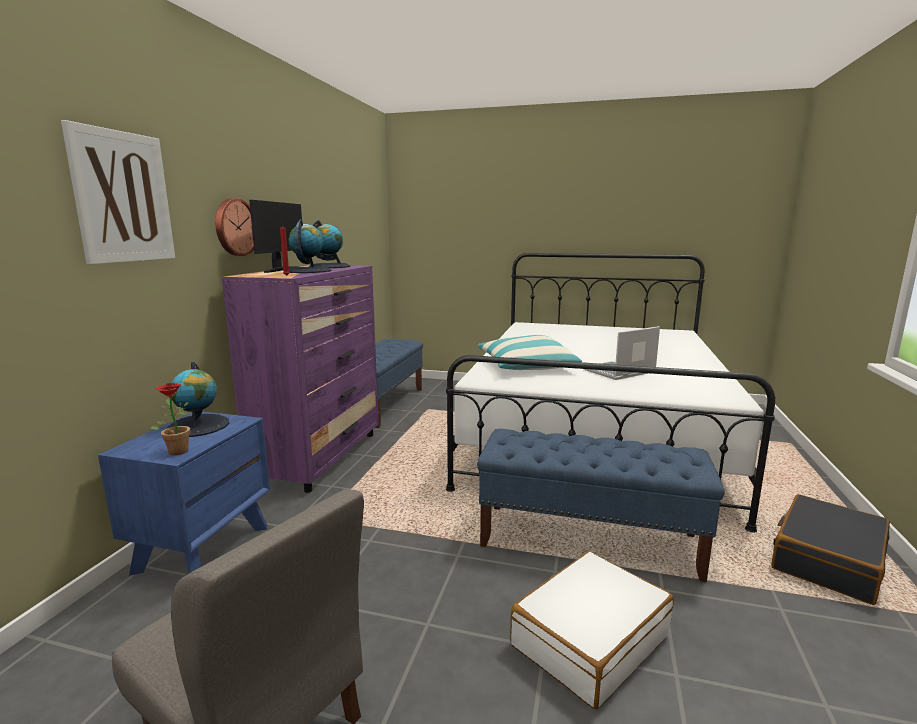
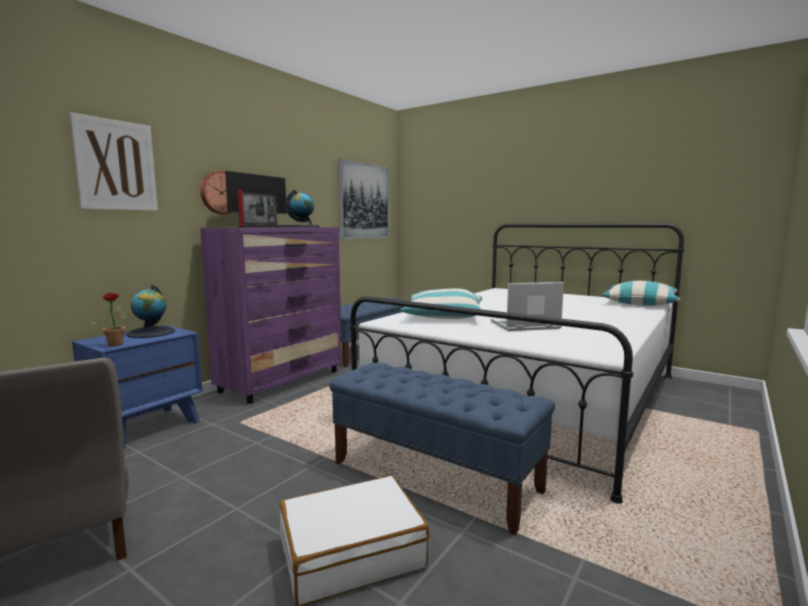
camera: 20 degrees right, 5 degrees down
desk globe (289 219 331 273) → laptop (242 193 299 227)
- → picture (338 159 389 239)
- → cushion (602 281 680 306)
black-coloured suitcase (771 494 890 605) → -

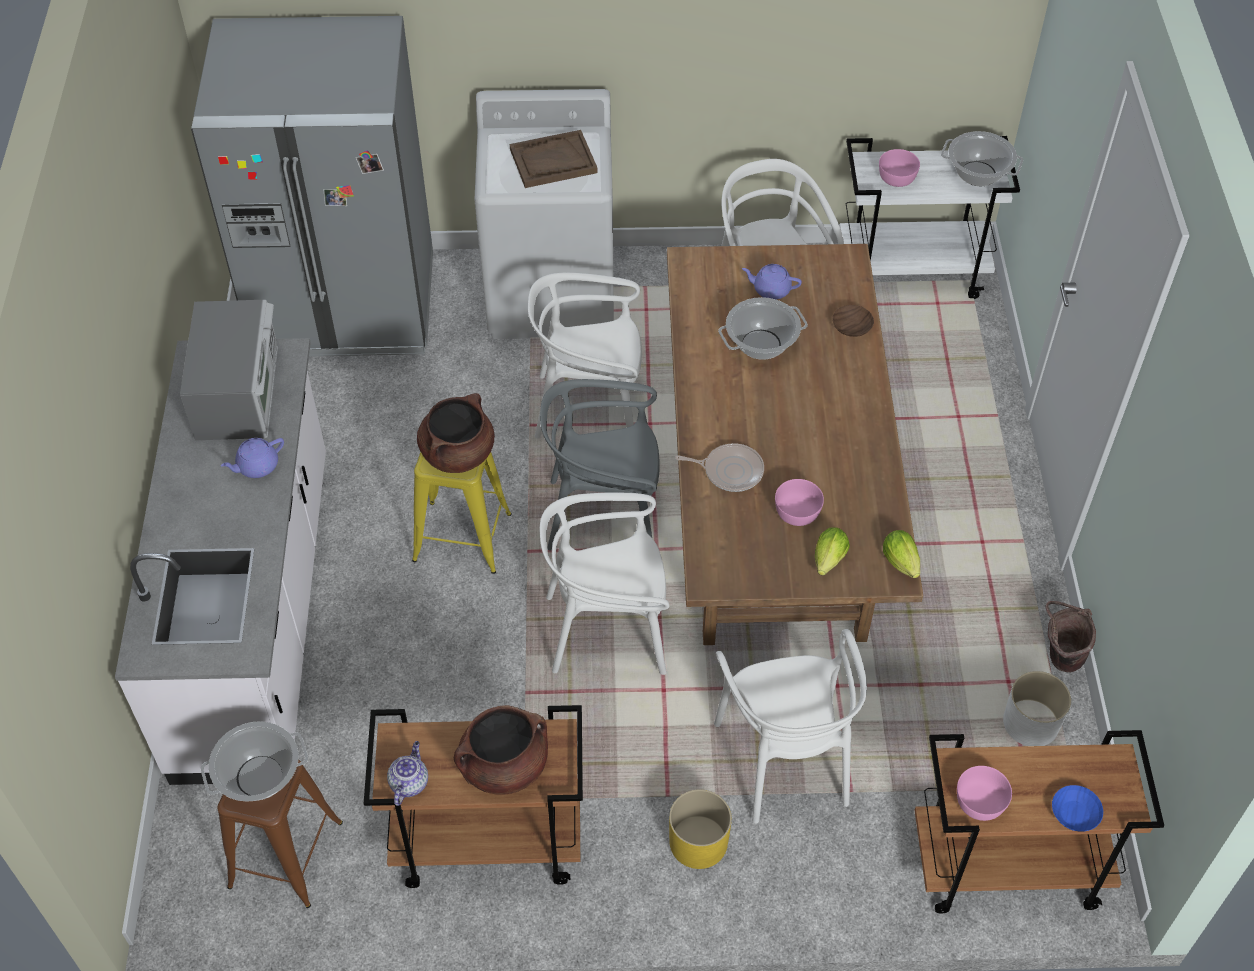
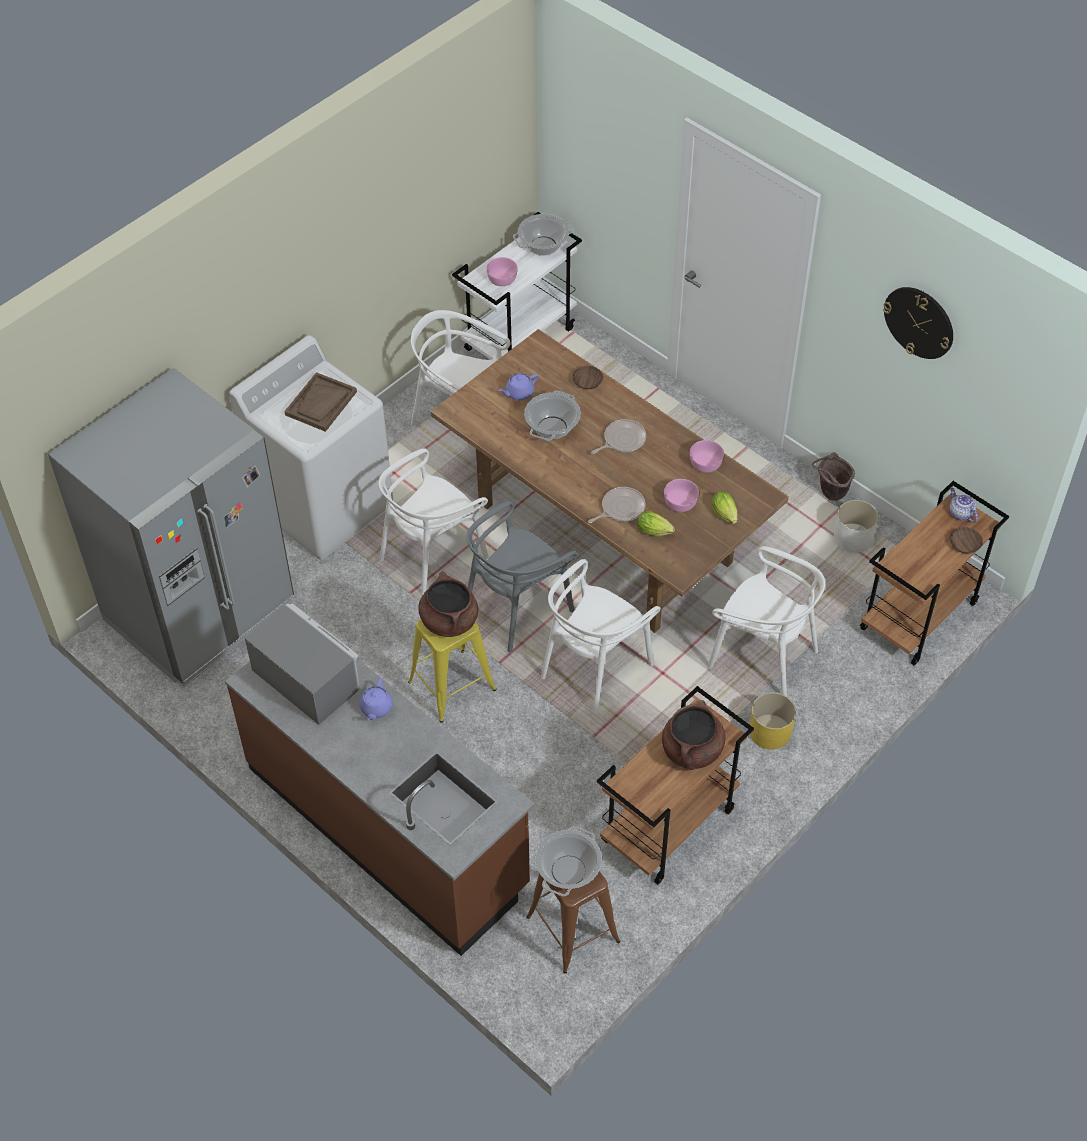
camera: 45 degrees left, 0 degrees up
white-coloured kitchen counter (115 338 326 785) → brown-coloured kitchen counter (225 629 535 956)
- → pan (591 419 646 454)
lettuce (883 530 920 578) → lettuce (637 511 675 536), relocated
pinkish serving bowl (957 766 1012 821) → pinkish serving bowl (690 440 724 473), relocated
- → hanging clock (883 287 953 359)
tea pot (387 741 428 806) → tea pot (949 488 978 523), relocated
blue serving bowl (1052 785 1103 831) → brown-coloured serving bowl (950 527 983 554)

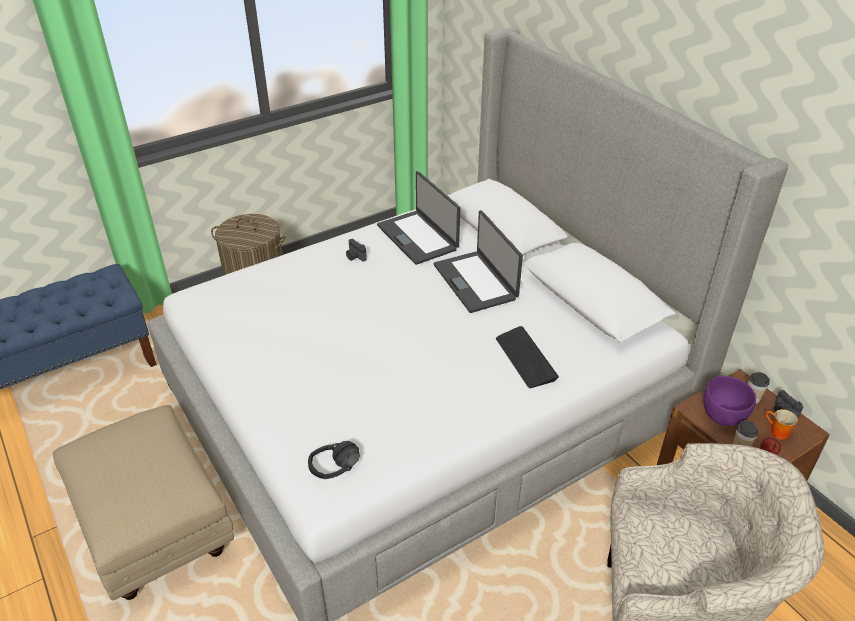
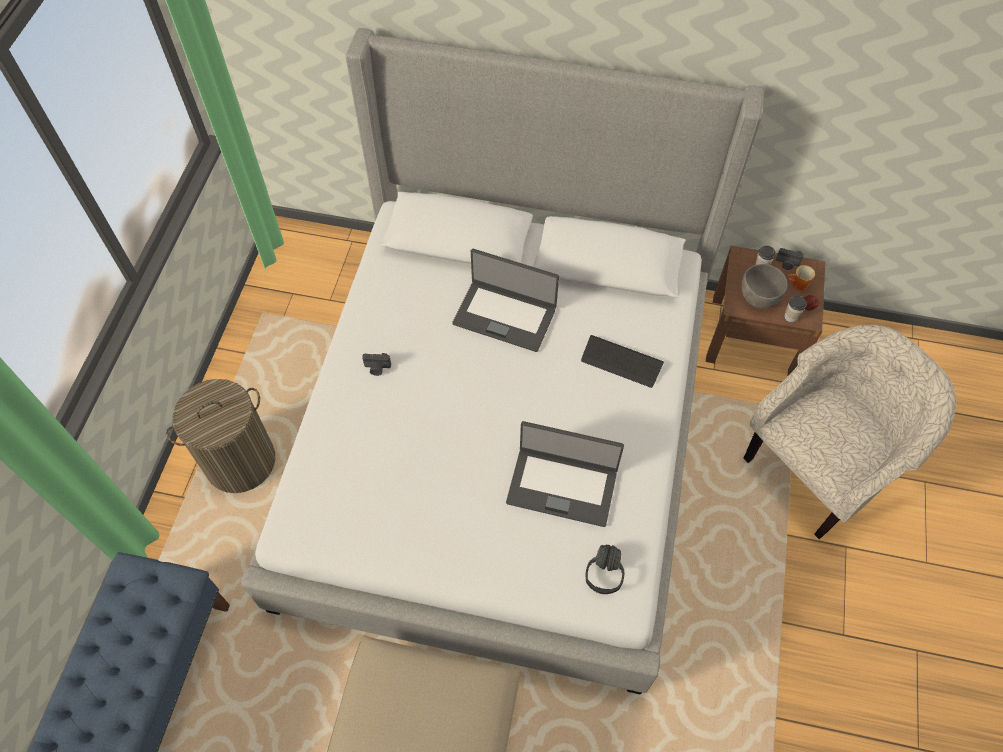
camera: 45 degrees left, 20 degrees up
laptop (377 171 460 265) → laptop (506 421 624 527), relocated
purple-coloured serving bowl (703 376 756 426) → gray serving bowl (741 264 788 308)

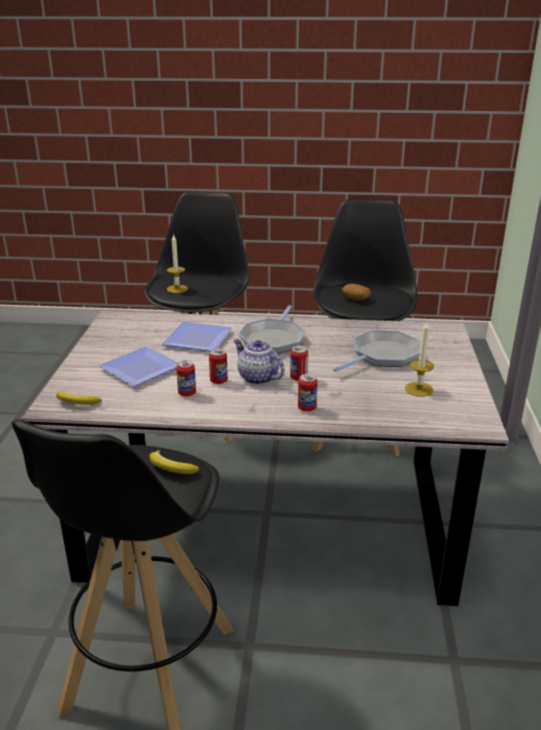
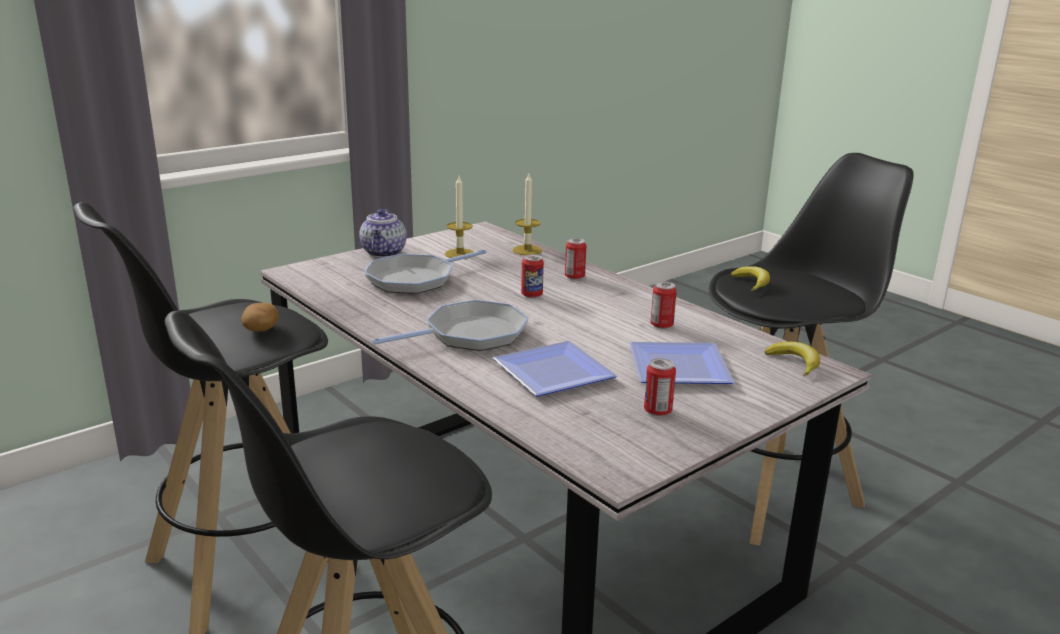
camera: 135 degrees left, 5 degrees down
tea pot (234 340 285 385) → tea pot (359 209 407 257), relocated
pan (333 330 421 372) → pan (364 250 486 294), 45 degrees counterclockwise
candle (167 234 188 293) → candle (513 174 542 255), relocated
can (209 349 228 384) → can (644 358 676 416), relocated

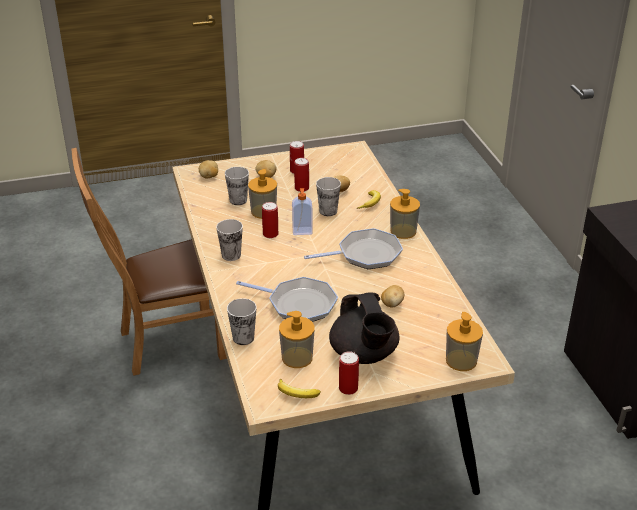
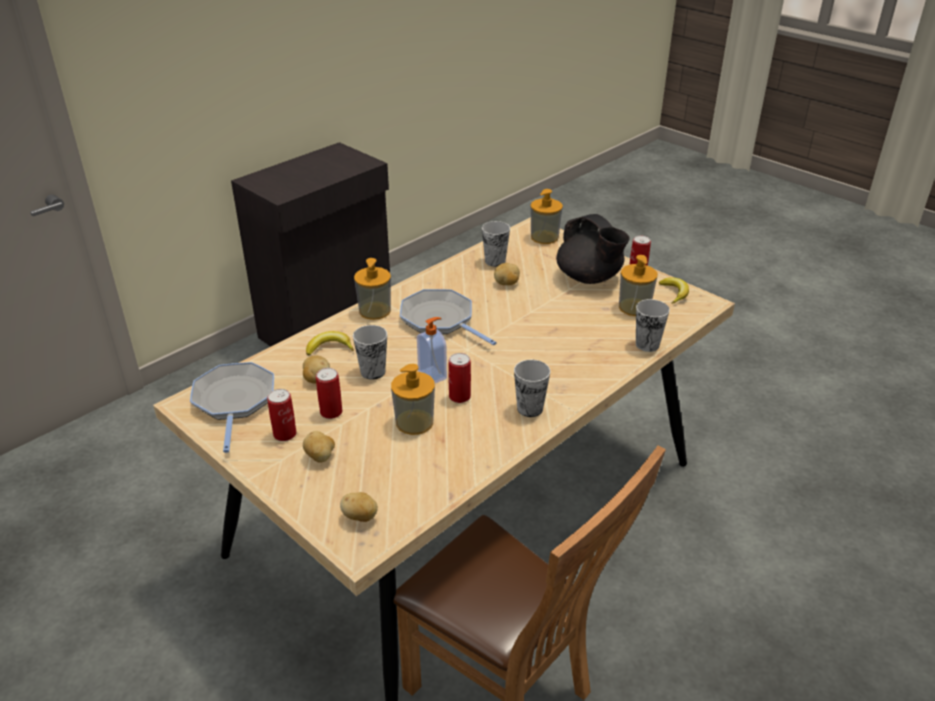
camera: 120 degrees left, 0 degrees up
pan (236 277 338 322) → pan (190 362 274 453), relocated
drinking cup (225 167 249 205) → drinking cup (482 221 510 267), relocated
black-coloured tea pot (329 292 400 364) → black-coloured tea pot (556 214 630 284), 105 degrees clockwise

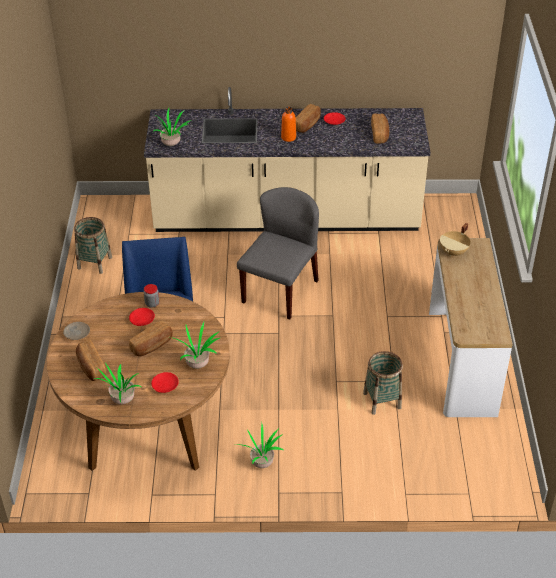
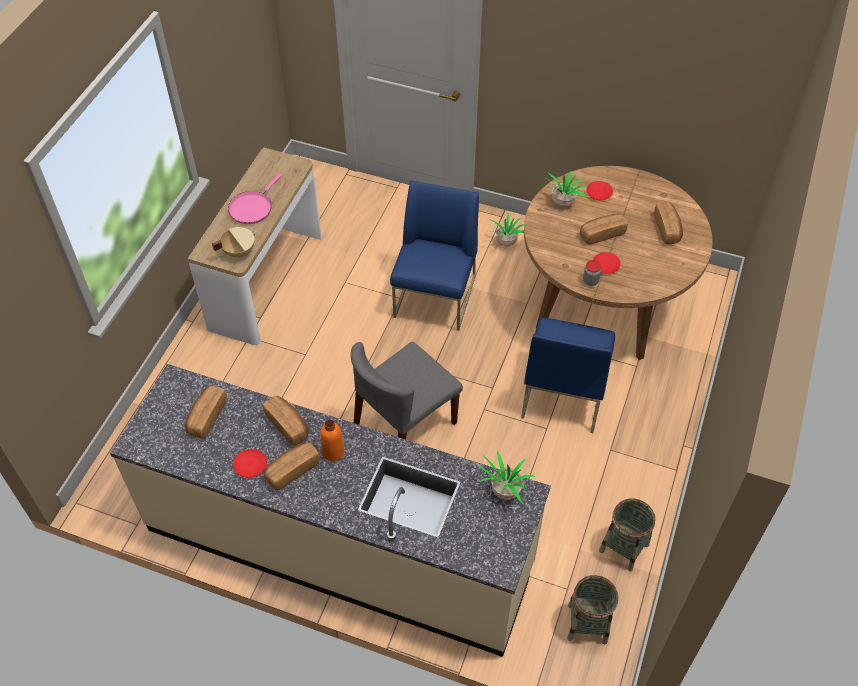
camera: 160 degrees left, 10 degrees up
- → pinkish pan (228 174 282 224)
- → bakery bread (263 396 309 446)
- → blue upright chair (390 180 479 331)
household basket (363 351 403 415) → household basket (567 575 619 644), relocated
beige-coloured dinner plate (63 322 90 340) → -
houseplant (94 363 142 404) → -

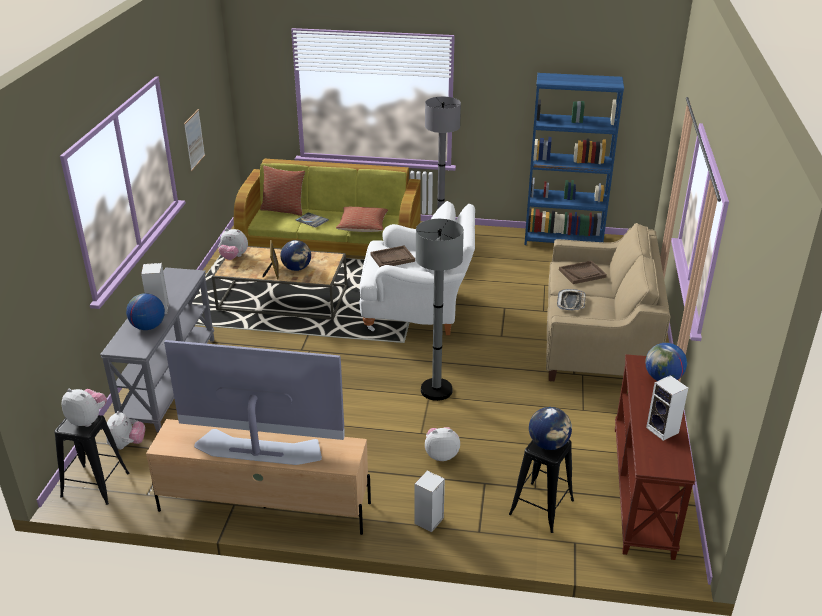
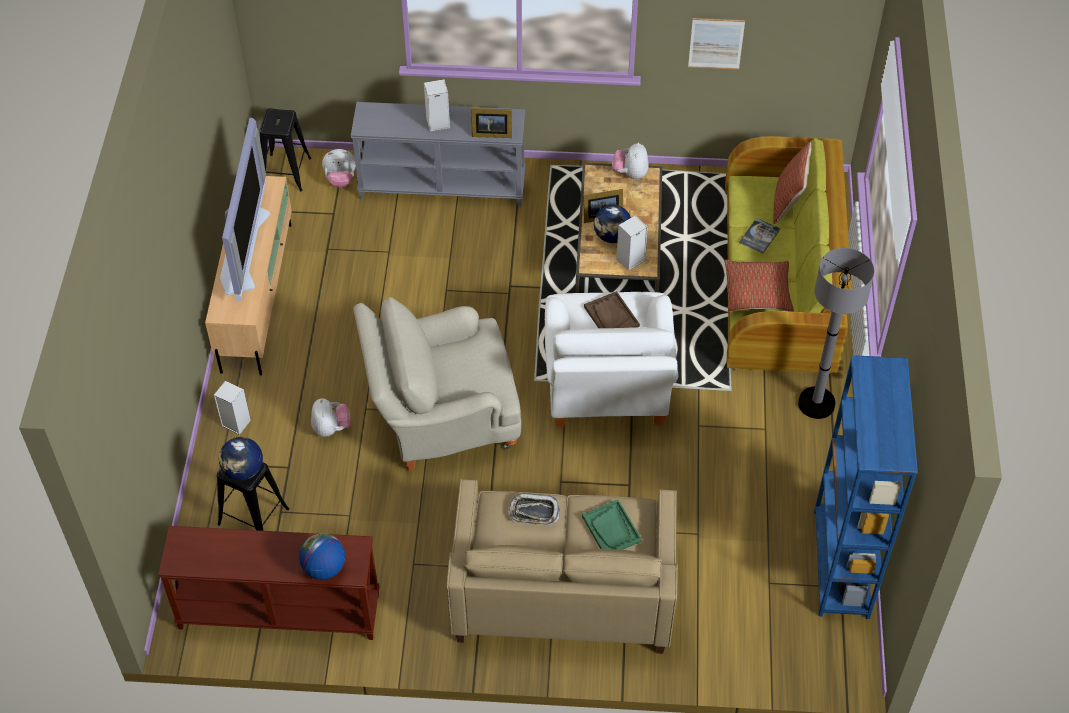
camera: 85 degrees right, 20 degrees up
gray standing lamp (416 219 464 401) → beige-coloured lounge chair (353 297 521 471)
- → standing frame (471 108 512 138)
brown-coloured serving tray (559 261 607 284) → greenish serving tray (582 500 642 550)
loudspeaker (646 375 688 441) → loudspeaker (616 216 648 271), relocated
soft toy (61 389 107 427) → -
desk globe (126 293 165 330) → -

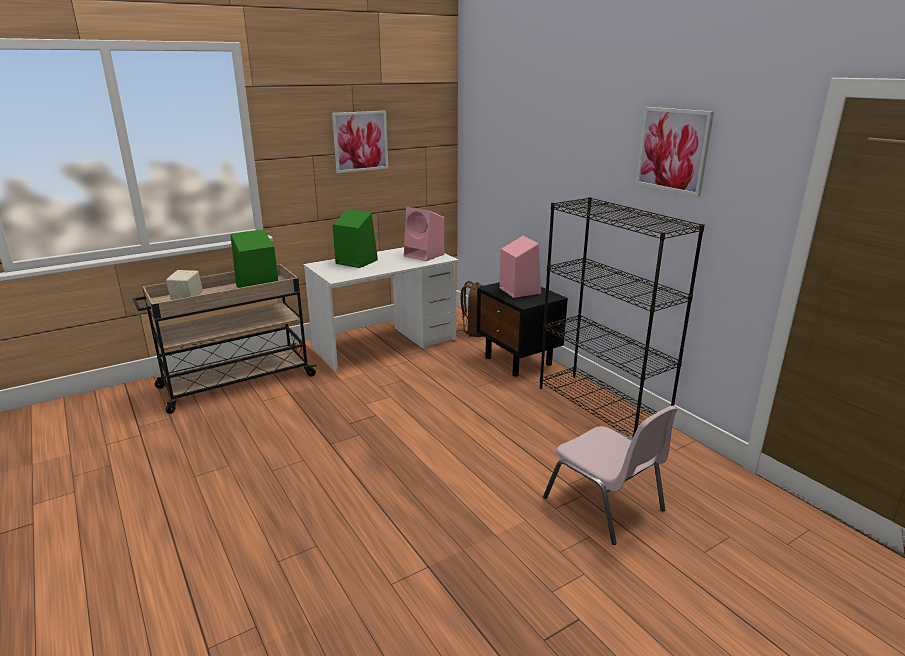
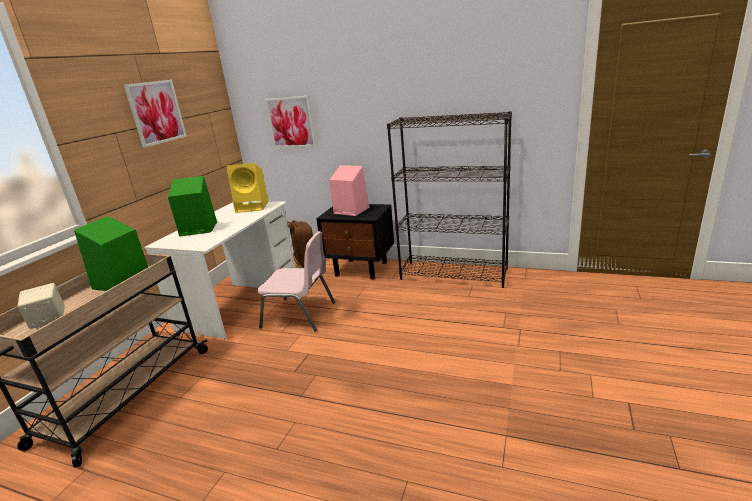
camera: 35 degrees left, 0 degrees up
pinkish loudspeaker (404 207 444 261) → yellowish loudspeaker (226 163 269 213)
pinkish upright chair (543 406 677 545) → pinkish upright chair (257 231 335 331), relocated
picture (636 107 714 197) → picture (265 96 317 148), relocated

